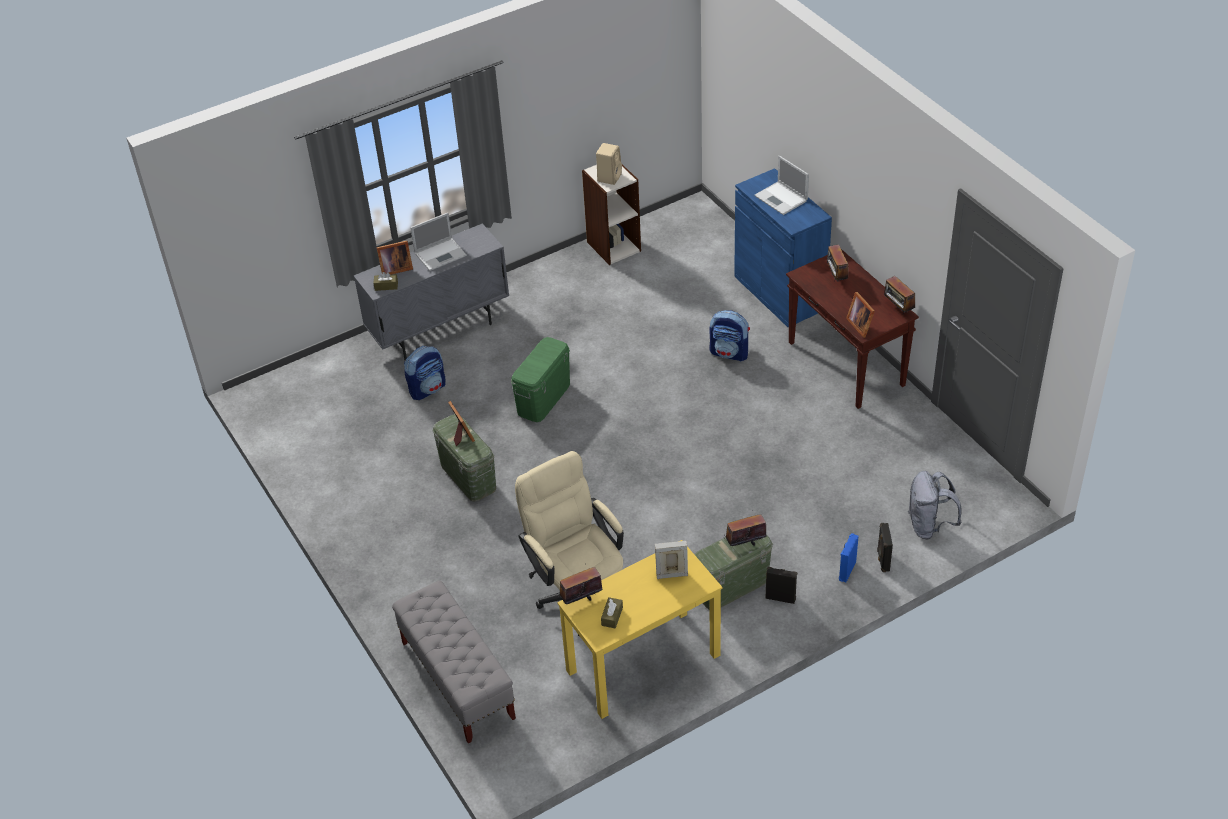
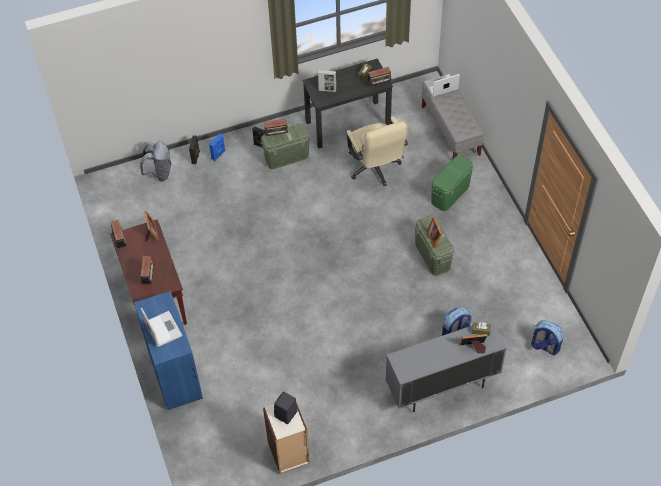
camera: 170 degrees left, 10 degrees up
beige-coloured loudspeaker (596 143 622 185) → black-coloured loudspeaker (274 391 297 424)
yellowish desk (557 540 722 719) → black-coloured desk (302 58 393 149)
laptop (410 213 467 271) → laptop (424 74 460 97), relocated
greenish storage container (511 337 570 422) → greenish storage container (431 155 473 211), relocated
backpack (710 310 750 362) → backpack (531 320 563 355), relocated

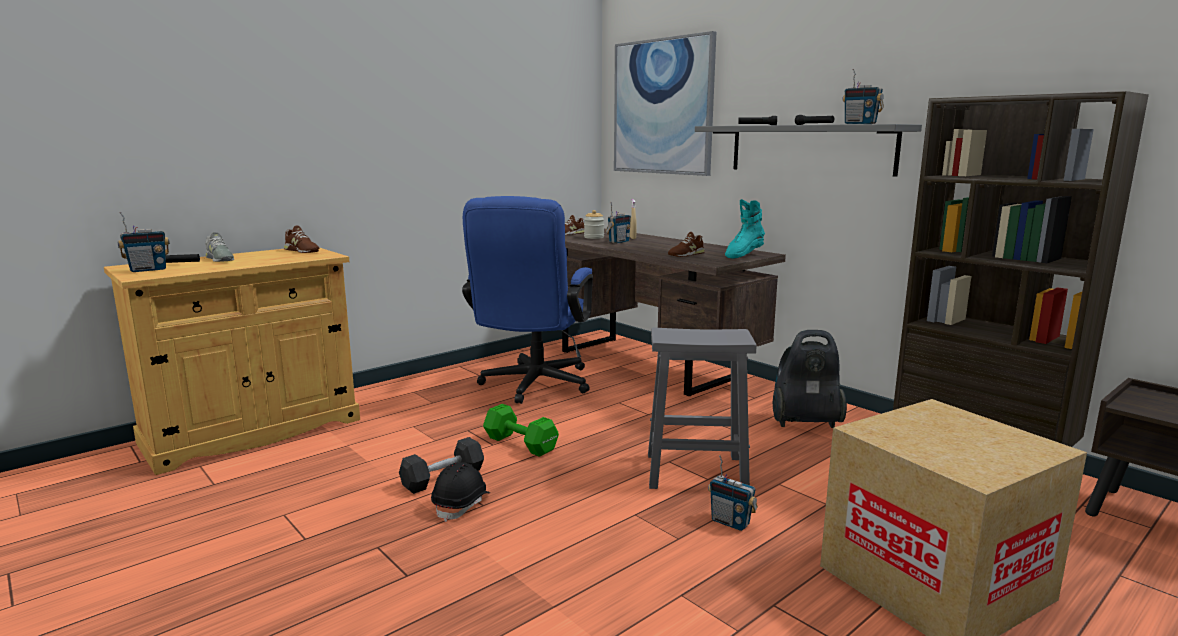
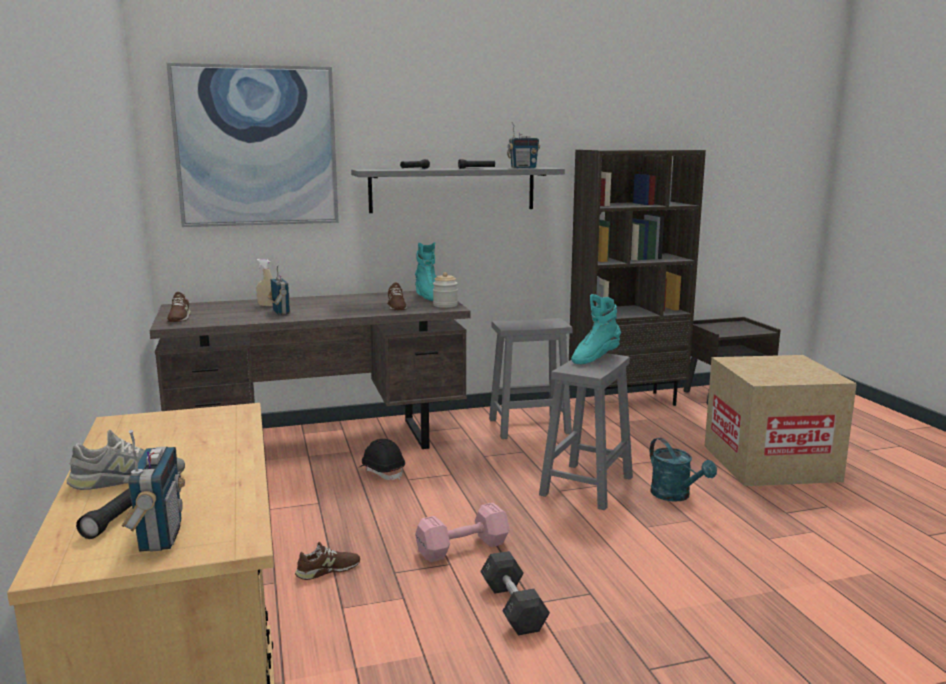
camera: 65 degrees left, 0 degrees up
brown-coloured item of footwear (284 225 319 253) → brown-coloured item of footwear (295 542 360 580), relocated
black-coloured hard hat (431 462 490 522) → black-coloured hard hat (358 439 405 480), relocated
greenish free weight (483 404 559 457) → pinkish free weight (415 503 510 562)
storage jar (584 210 604 239) → storage jar (433 272 458 308), relocated
hoover (773 330 847 428) → gray sitting stool (489 318 573 439)
- → blue-green boot (571 294 621 364)
radio set (708 455 758 531) → blue-green watering can (650 438 717 501)
blue desk chair (462 196 593 404) → -

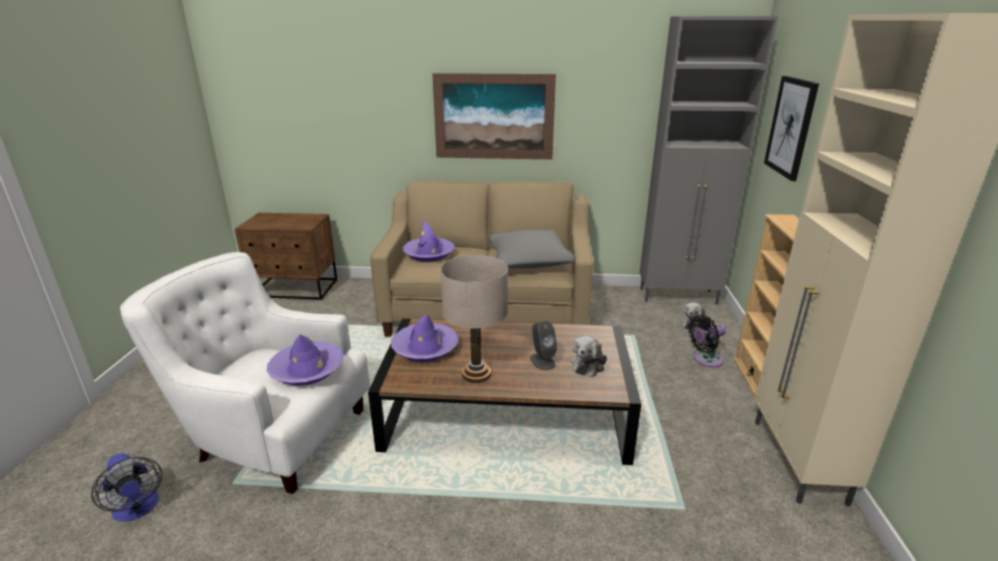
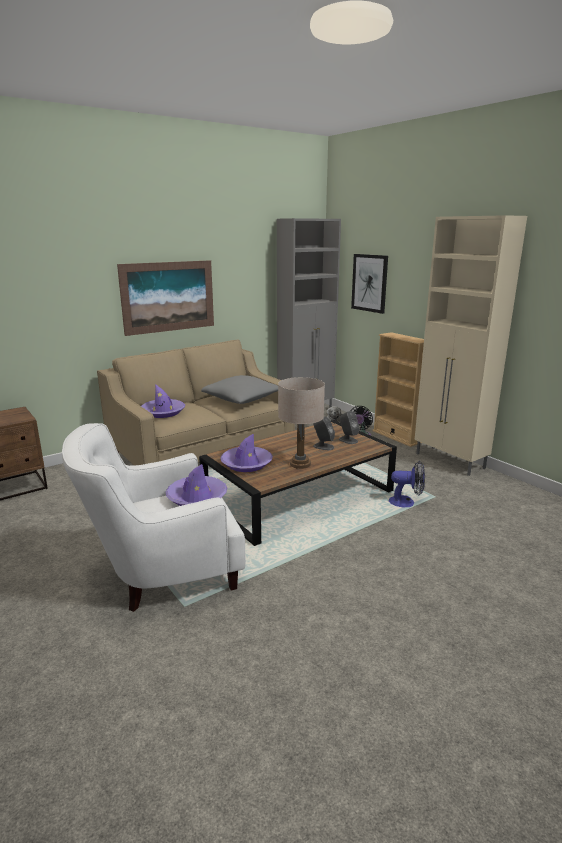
camera: 40 degrees left, 5 degrees down
soft toy (571 336 607 377) → gray loudspeaker (339 411 360 444)
electric fan (91 453 162 522) → electric fan (389 461 425 507), relocated

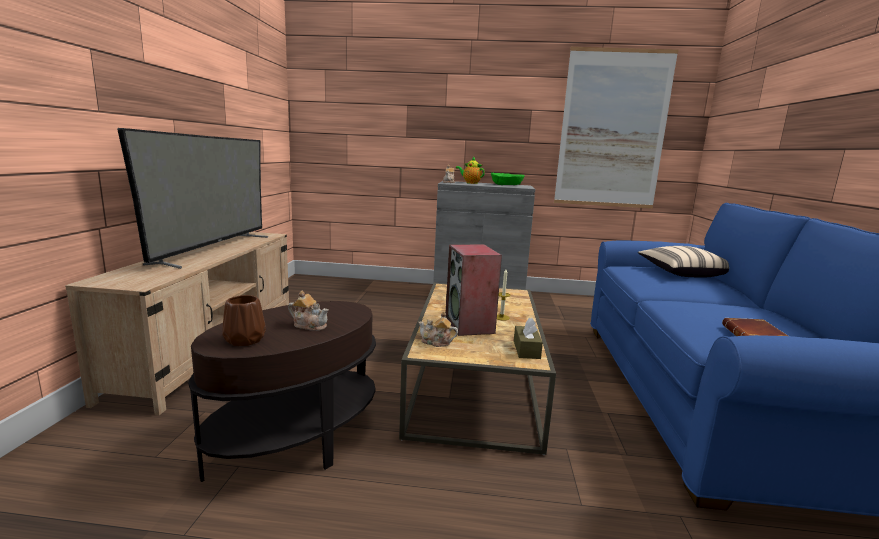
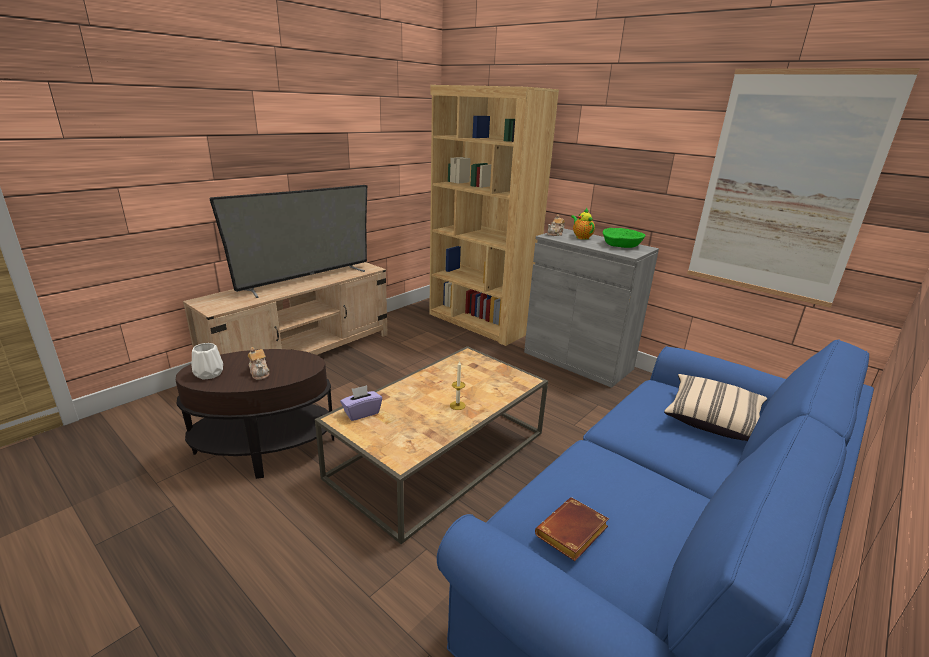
camera: 35 degrees right, 10 degrees up
brown-coloured decorative vase (222 295 266 346) → white-coloured decorative vase (192 343 223 379)
tea pot (419 312 458 347) → purple-coloured tissue holder (340 385 382 421)
- → brown-coloured bookshelf (429 85 559 346)
loudspeaker (446 244 502 336) → -
brown-coloured tissue holder (514 318 543 359) → -

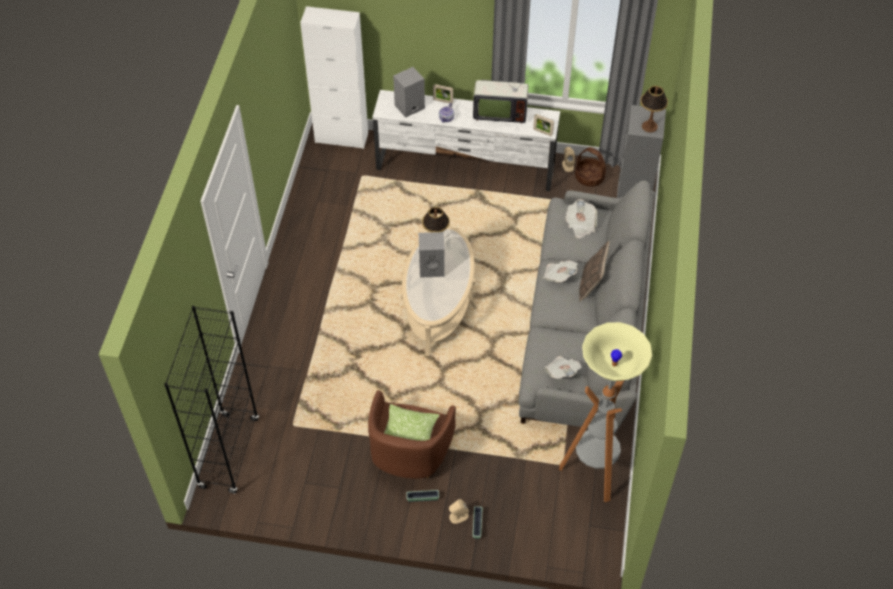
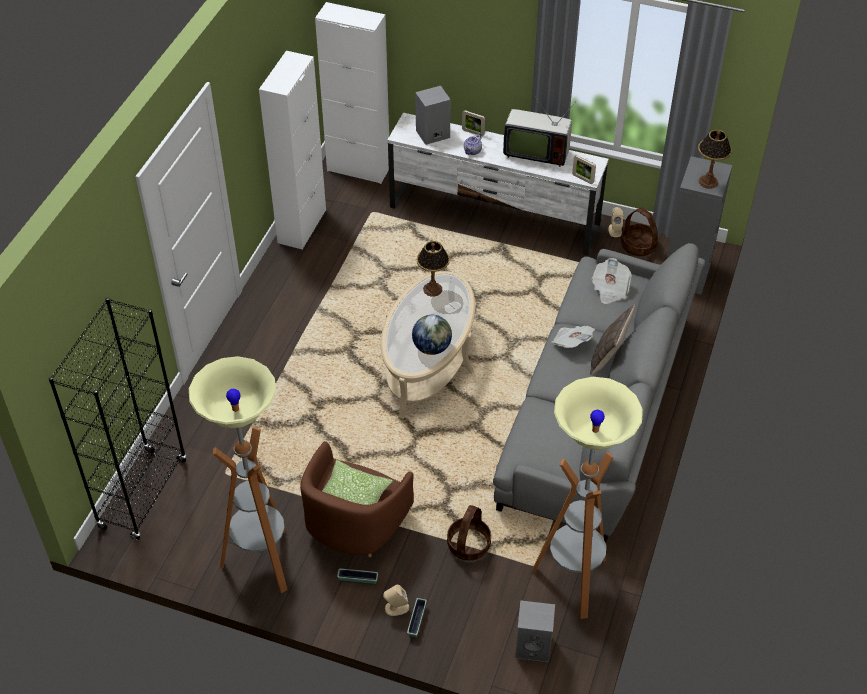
camera: 10 degrees right, 5 degrees down
- → standing lamp (189 356 288 593)
- → white-coloured cabinet (259 51 326 250)
- → desk globe (412 315 452 355)
- → household basket (447 505 491 561)
gray loudspeaker (419 232 445 278) → gray loudspeaker (515 600 555 662), relocated
printed paper (544 356 582 379) → -

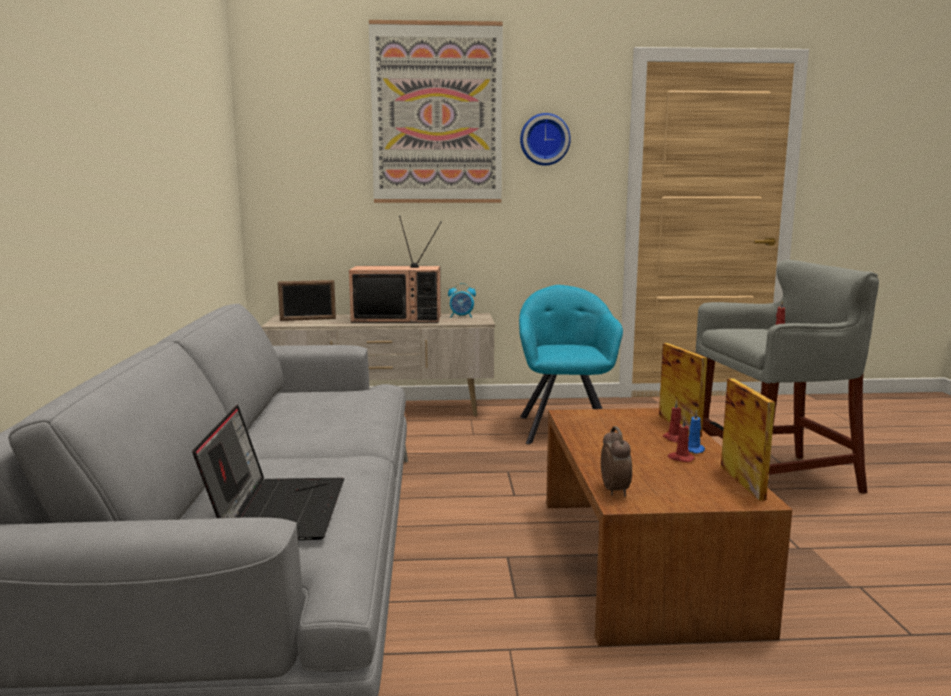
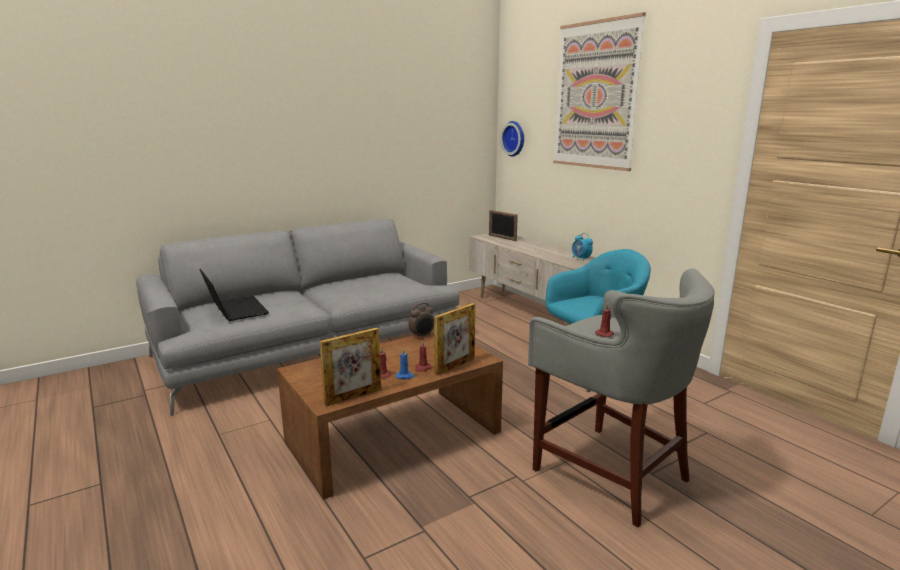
camera: 60 degrees right, 5 degrees up
laptop (192 405 344 540) → laptop (200 269 269 321), 90 degrees counterclockwise
alarm clock (601 426 632 497) → alarm clock (409 303 434 339), relocated
hanging clock (520 113 571 166) → hanging clock (500 121 524 157), relocated
TV set (349 216 442 323) → -

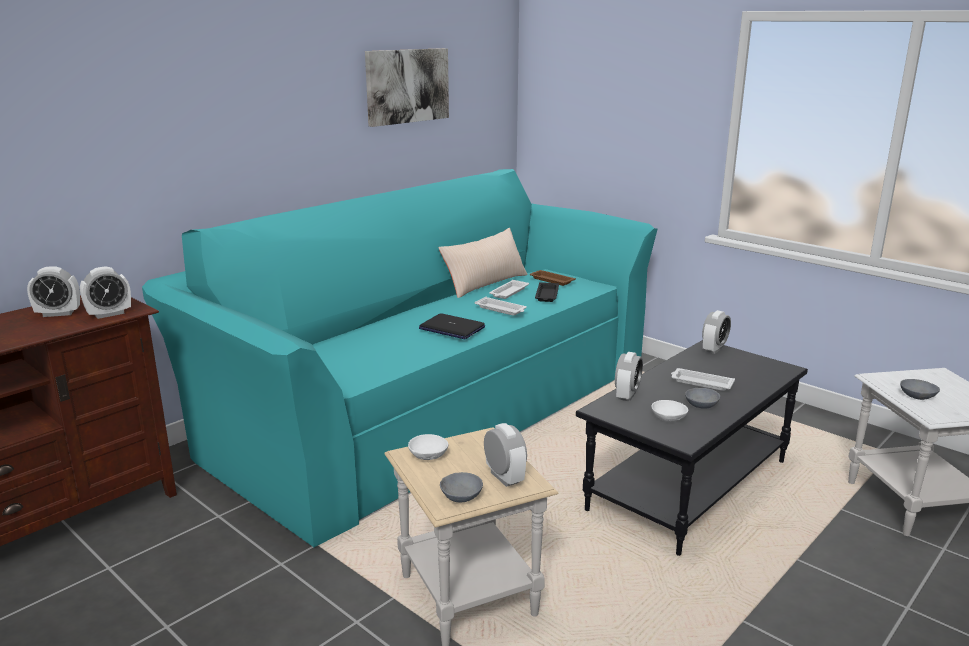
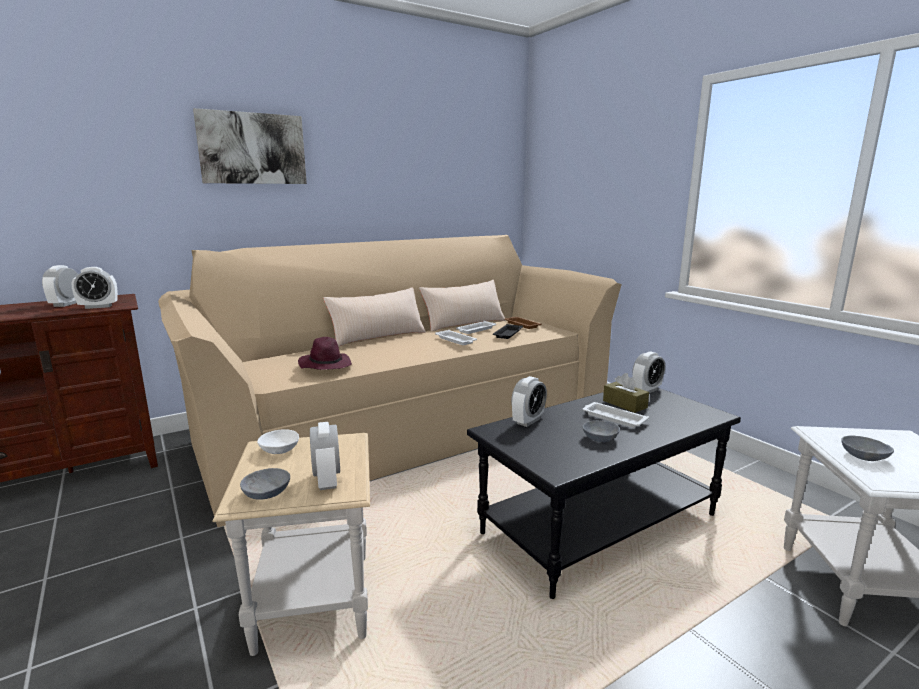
camera: 15 degrees right, 5 degrees down
alarm clock (27 266 80 317) → alarm clock (42 265 78 307), 90 degrees clockwise
blue-green settee (142 169 658 547) → beige-coloured settee (158 235 622 527)
picture (365 48 449 127) → picture (193 108 307 184), relocated
- → purple-coloured wearable hat (298 337 352 370)
- → beige-coloured cushion (323 287 426 347)
- → brown-coloured tissue holder (603 373 649 413)
laptop (419 314 485 339) → -
white-coloured serving bowl (651 400 688 422) → -

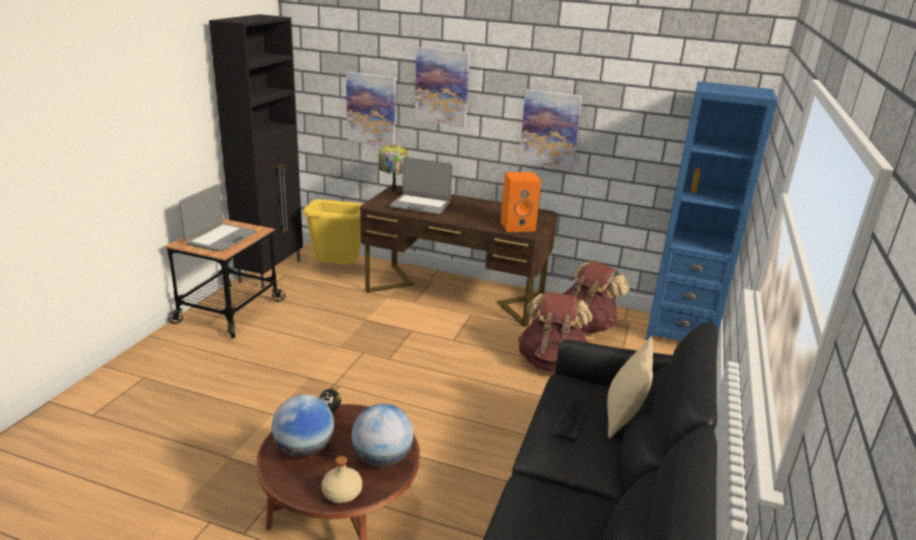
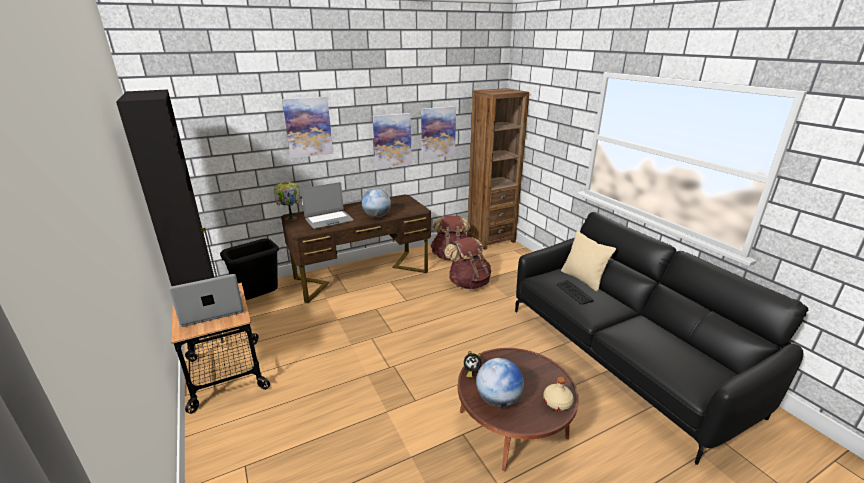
camera: 45 degrees left, 0 degrees up
laptop (179 184 257 251) → laptop (169 274 244 327), 90 degrees counterclockwise
yellowish trash can (303 199 363 265) → black-coloured trash can (220 238 279 300)
desk globe (352 404 413 467) → desk globe (362 189 391 218), relocated
picture (346 72 396 146) → picture (421 106 456 160), relocated
blue bookshelf (646 81 778 341) → brown-coloured bookshelf (467 88 529 250)
orange-coloured loudspeaker (501 172 541 232) → -

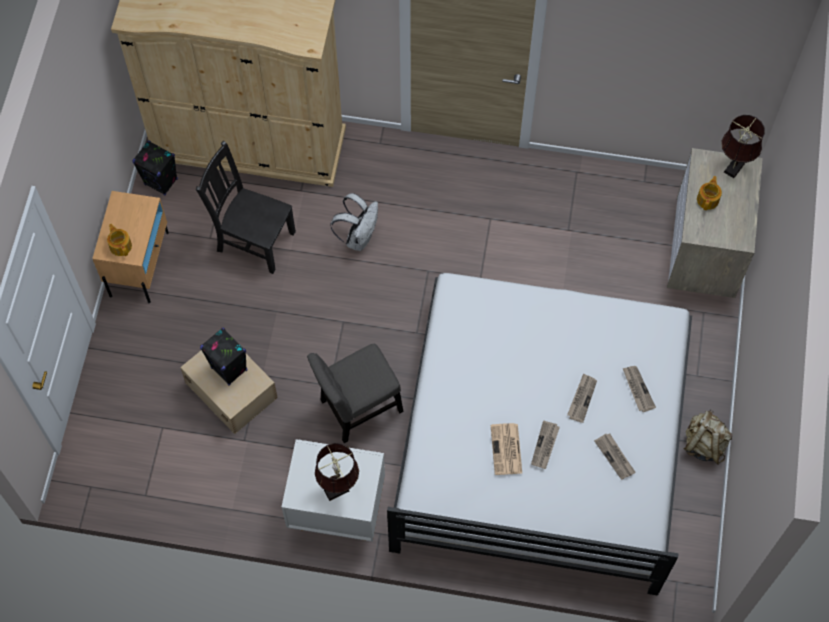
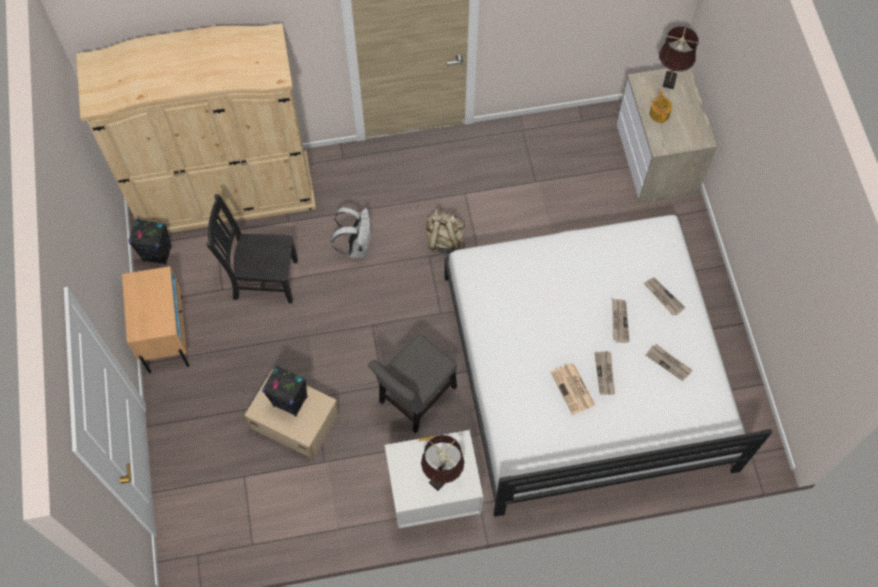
camera: 20 degrees left, 0 degrees up
beige-coloured backpack (684 410 732 465) → beige-coloured backpack (425 208 465 253), relocated
tea pot (107 224 132 256) → -

